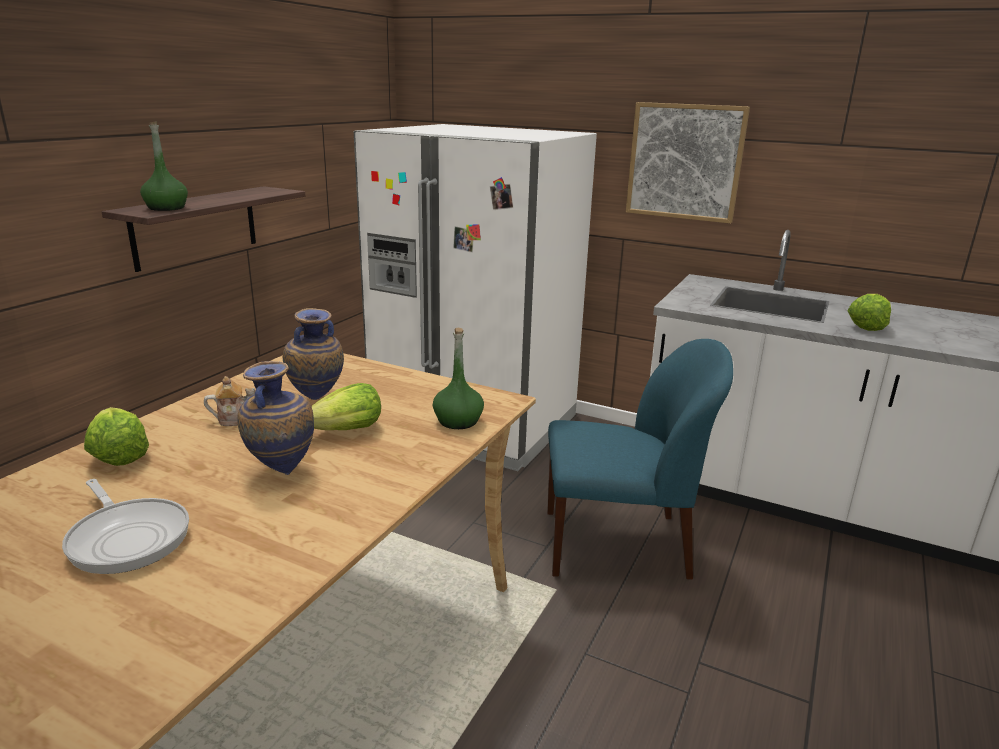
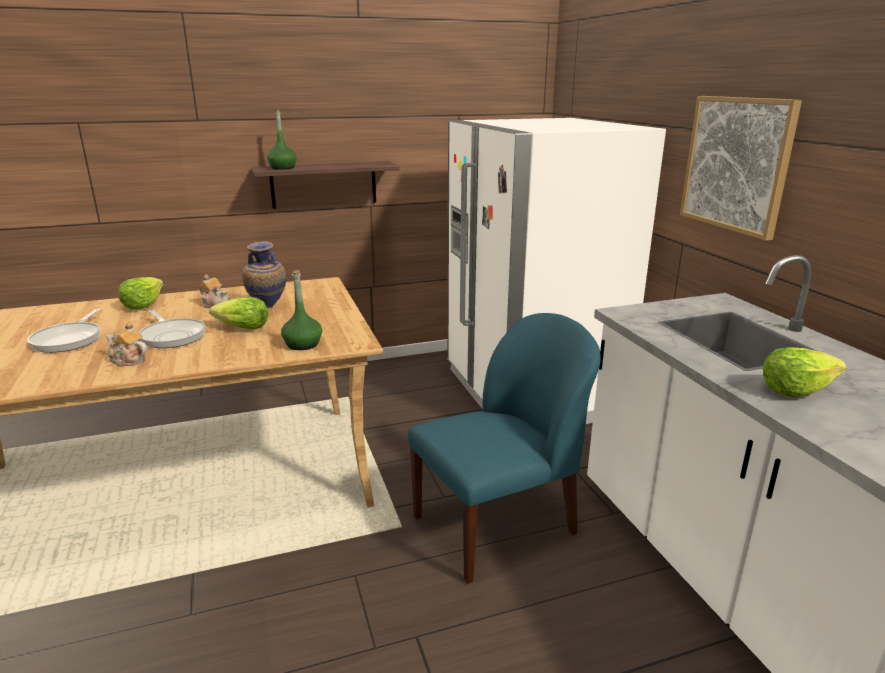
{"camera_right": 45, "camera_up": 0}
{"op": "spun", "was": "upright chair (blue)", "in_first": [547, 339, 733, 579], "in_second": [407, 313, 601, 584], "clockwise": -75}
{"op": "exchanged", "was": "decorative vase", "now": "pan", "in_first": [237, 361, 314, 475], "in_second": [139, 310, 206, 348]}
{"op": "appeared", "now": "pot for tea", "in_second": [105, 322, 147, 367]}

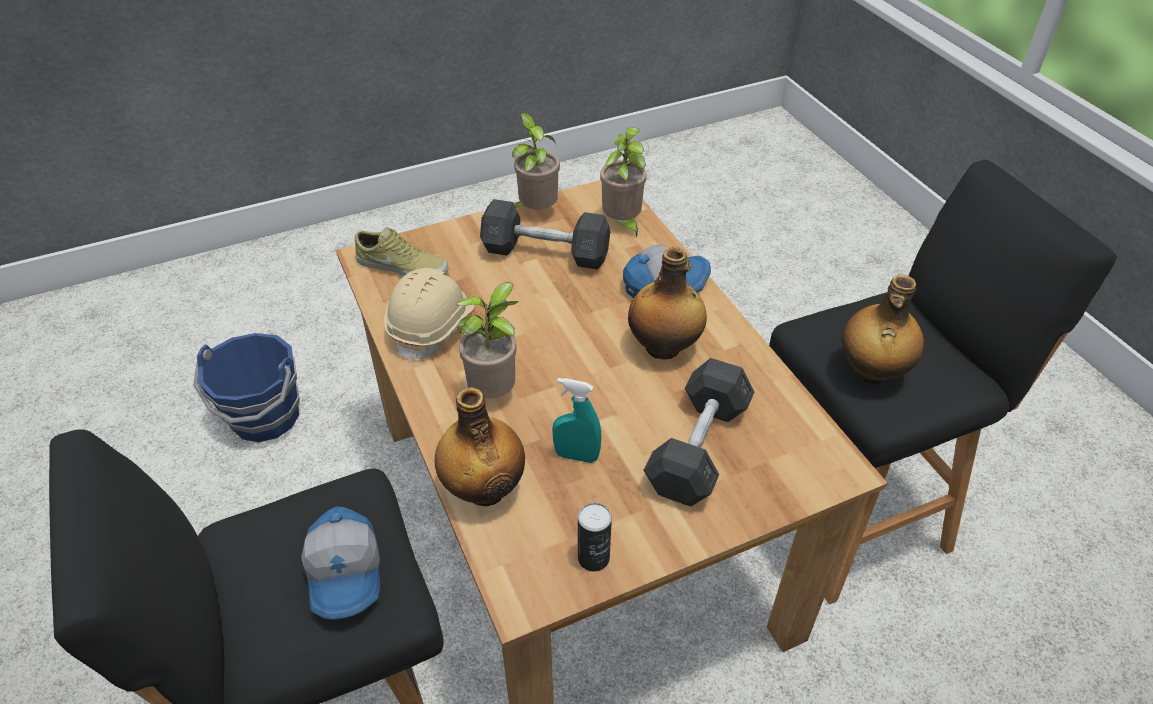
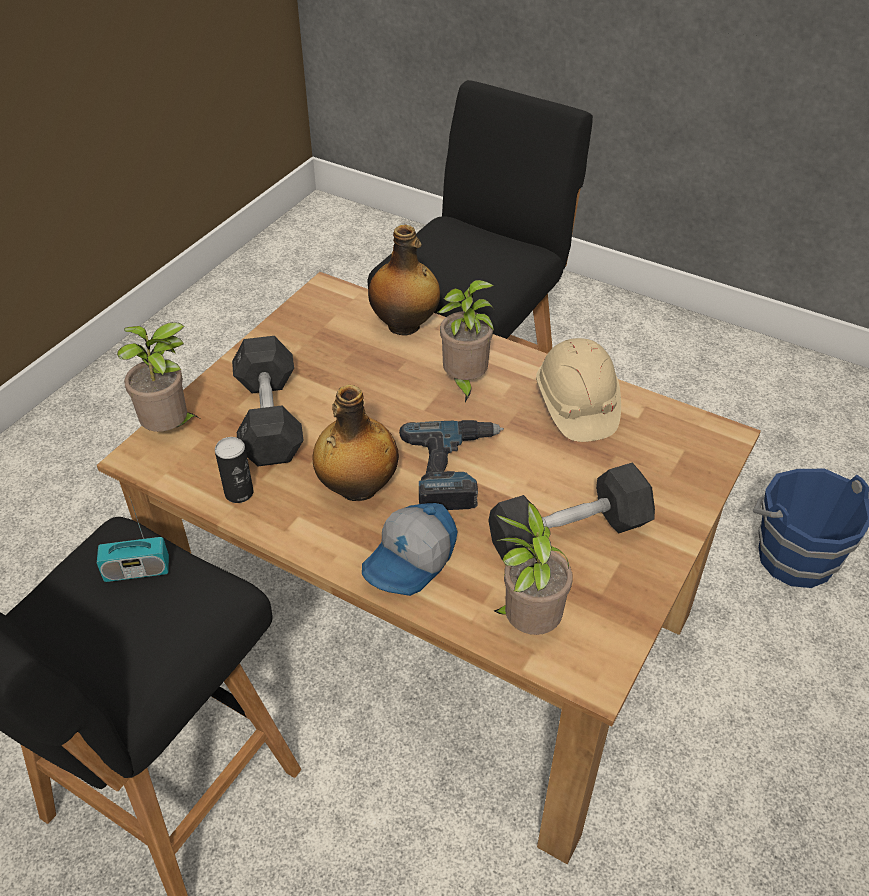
{"camera_right": 145, "camera_up": 0}
{"op": "relocated", "was": "plant in a pot", "in_first": [505, 112, 560, 209], "in_second": [117, 322, 199, 432]}
{"op": "missing", "was": "low shoe (beige)", "in_first": [354, 227, 448, 276]}
{"op": "exchanged", "was": "drink bottle", "now": "radio receiver", "in_first": [842, 275, 924, 384], "in_second": [97, 499, 169, 582]}
{"op": "missing", "was": "hand sprayer (turquoise-coloured)", "in_first": [552, 378, 601, 463]}
{"op": "relocated", "was": "can", "in_first": [578, 503, 612, 572], "in_second": [215, 437, 254, 503]}
{"op": "missing", "was": "peaked cap", "in_first": [301, 506, 381, 620]}
{"op": "appeared", "now": "power drill", "in_second": [399, 420, 504, 510]}

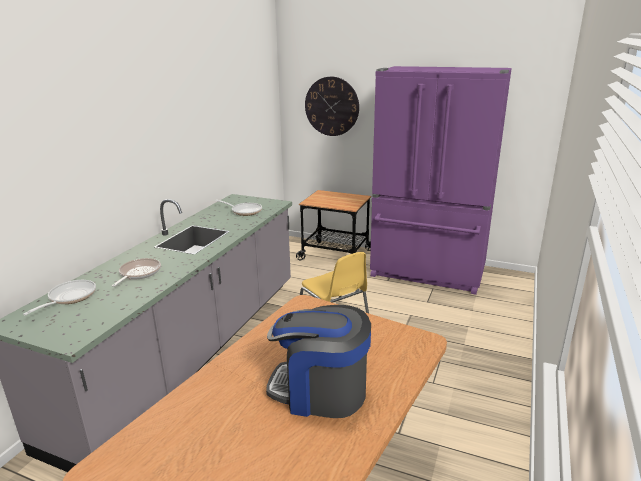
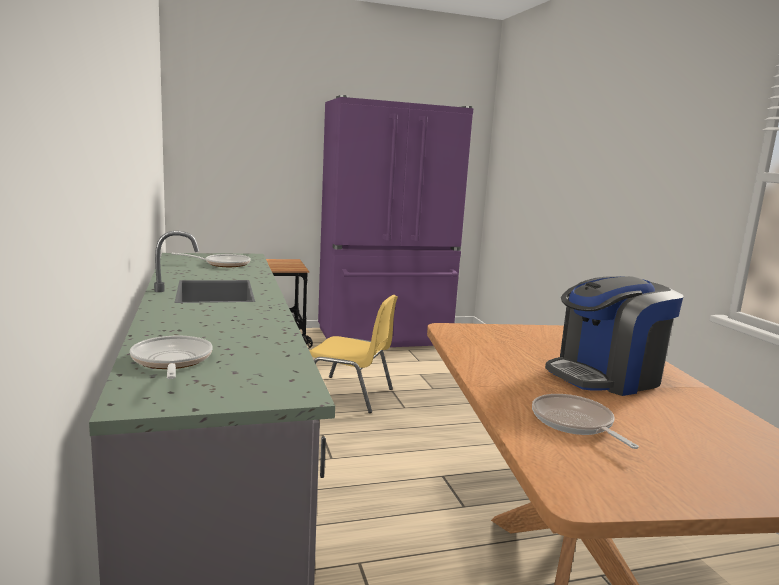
{"camera_right": -40, "camera_up": -10}
{"op": "missing", "was": "clock on the wall", "in_first": [305, 77, 359, 136]}
{"op": "relocated", "was": "pan", "in_first": [112, 258, 161, 287], "in_second": [532, 394, 639, 449]}

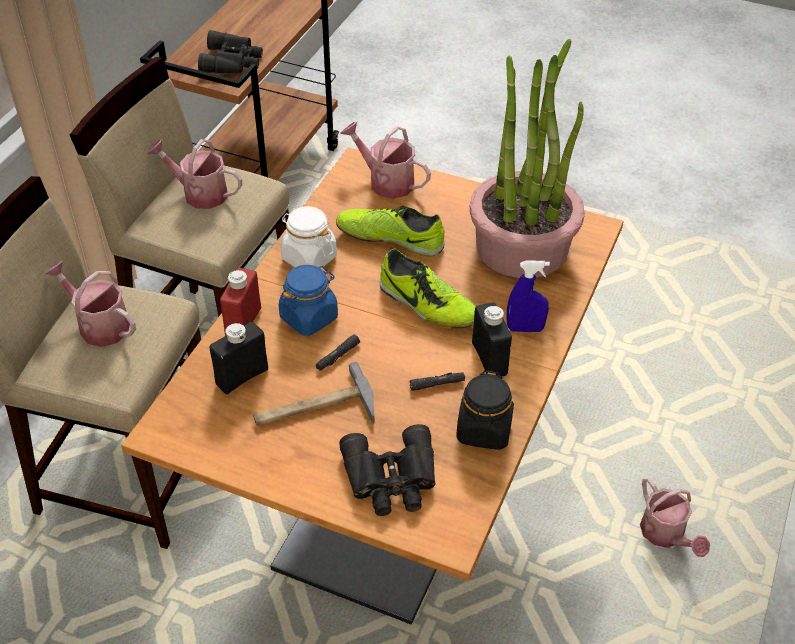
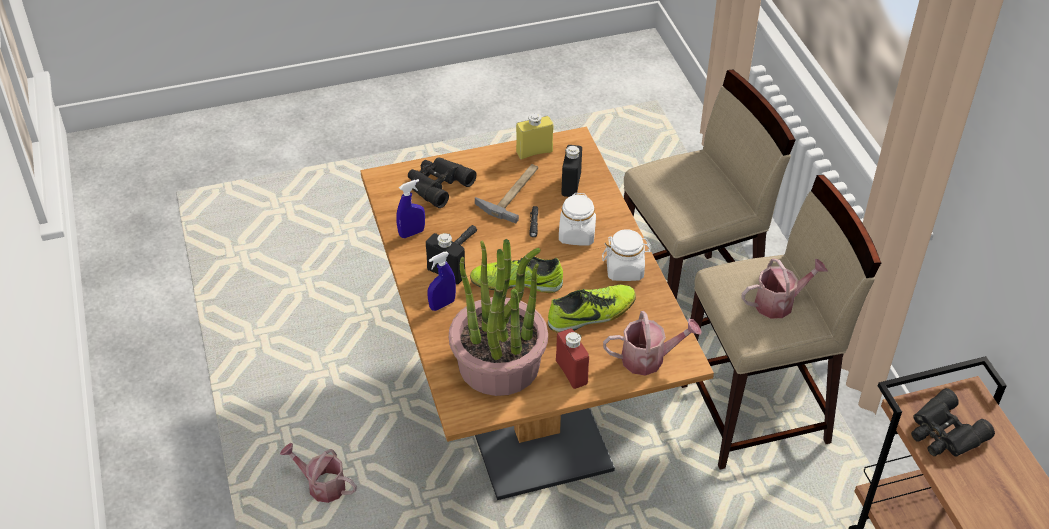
{"camera_right": 140, "camera_up": 0}
{"op": "missing", "was": "sprinkling can", "in_first": [45, 261, 136, 347]}
{"op": "colour", "was": "preserve jar (blue)", "now": "preserve jar (white-coloured)", "in_first": [279, 265, 338, 336], "in_second": [559, 193, 596, 246]}
{"op": "relocated", "was": "drink bottle (reddish)", "in_first": [220, 268, 261, 336], "in_second": [556, 329, 589, 389]}
{"op": "exchanged", "was": "preserve jar (black)", "now": "hand sprayer (blue)", "in_first": [456, 371, 514, 450], "in_second": [396, 179, 425, 238]}
{"op": "appeared", "now": "drink bottle (yellow-coloured)", "in_second": [516, 113, 554, 159]}

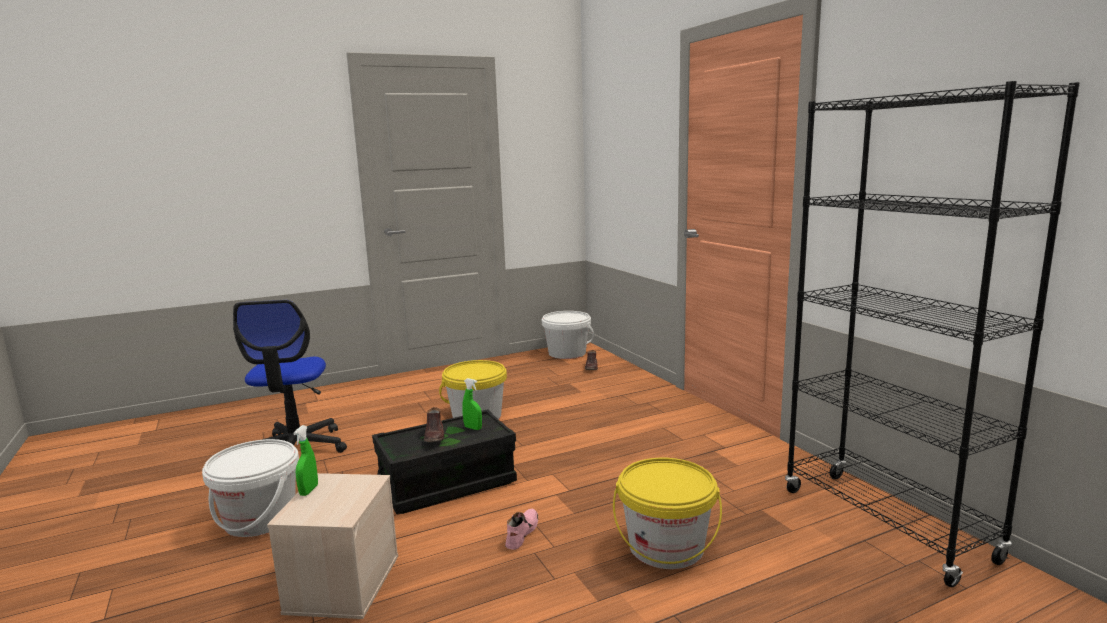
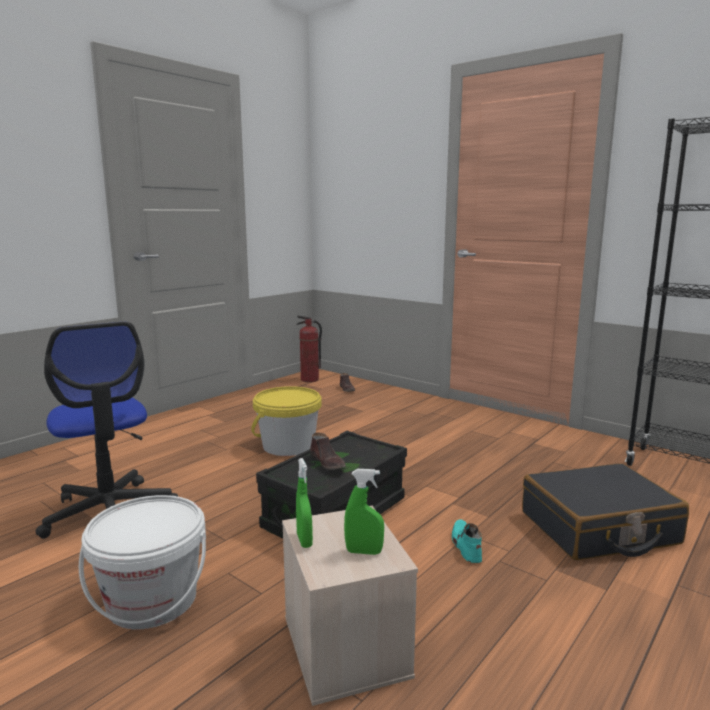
{"camera_right": -25, "camera_up": 0}
{"op": "exchanged", "was": "bucket (white-coloured)", "now": "extinguisher", "in_first": [542, 311, 594, 359], "in_second": [297, 316, 322, 382]}
{"op": "relocated", "was": "hand sprayer (green-coloured)", "in_first": [462, 378, 482, 430], "in_second": [344, 469, 384, 555]}
{"op": "exchanged", "was": "bucket (yellow-coloured)", "now": "suitcase (black)", "in_first": [613, 458, 722, 569], "in_second": [522, 463, 689, 560]}
{"op": "colour", "was": "low shoe (pink)", "now": "low shoe (turquoise-coloured)", "in_first": [505, 509, 538, 550], "in_second": [452, 519, 482, 563]}

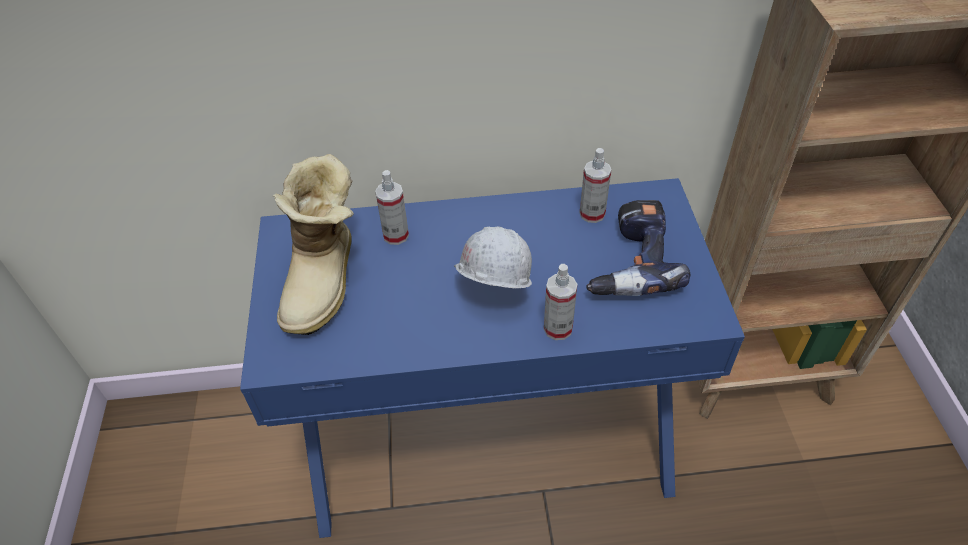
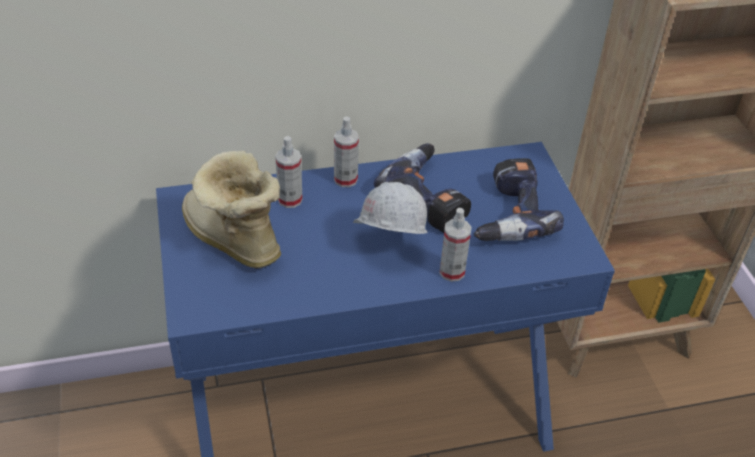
{"camera_right": -10, "camera_up": -5}
{"op": "relocated", "was": "hand sprayer", "in_first": [580, 148, 611, 223], "in_second": [334, 116, 359, 187]}
{"op": "spun", "was": "boot", "in_first": [273, 154, 354, 335], "in_second": [182, 151, 281, 269], "clockwise": 135}
{"op": "appeared", "now": "power drill", "in_second": [374, 143, 471, 233]}

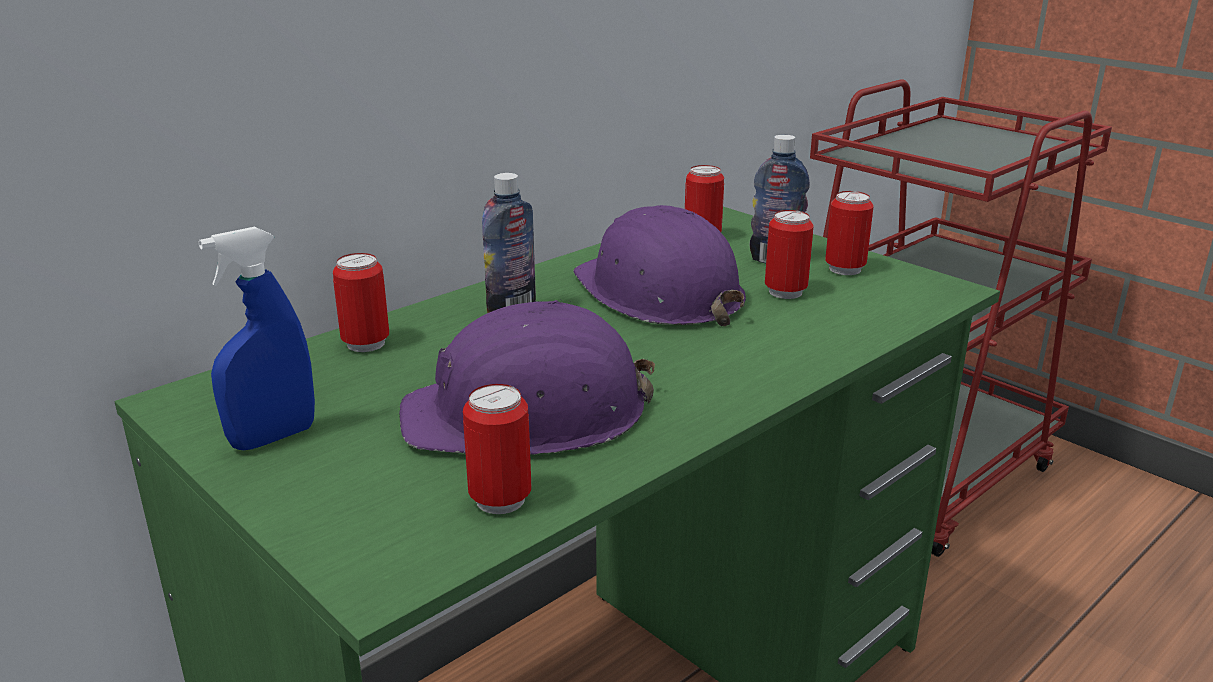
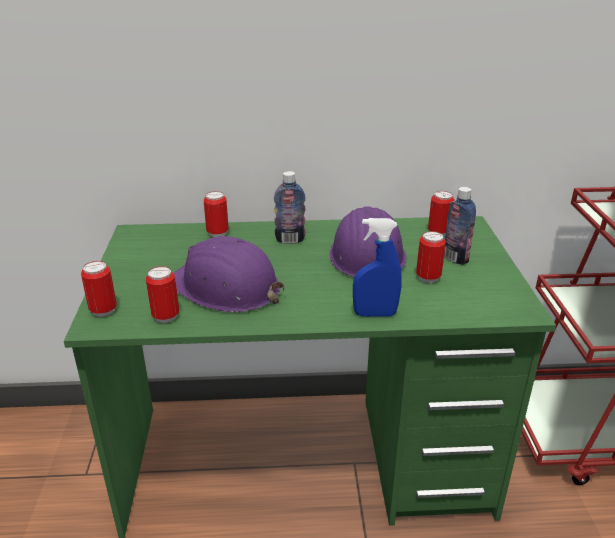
{"camera_right": 40, "camera_up": 5}
{"op": "relocated", "was": "can", "in_first": [825, 191, 874, 275], "in_second": [81, 261, 117, 317]}
{"op": "relocated", "was": "hand sprayer (blue)", "in_first": [199, 227, 315, 450], "in_second": [353, 218, 401, 317]}

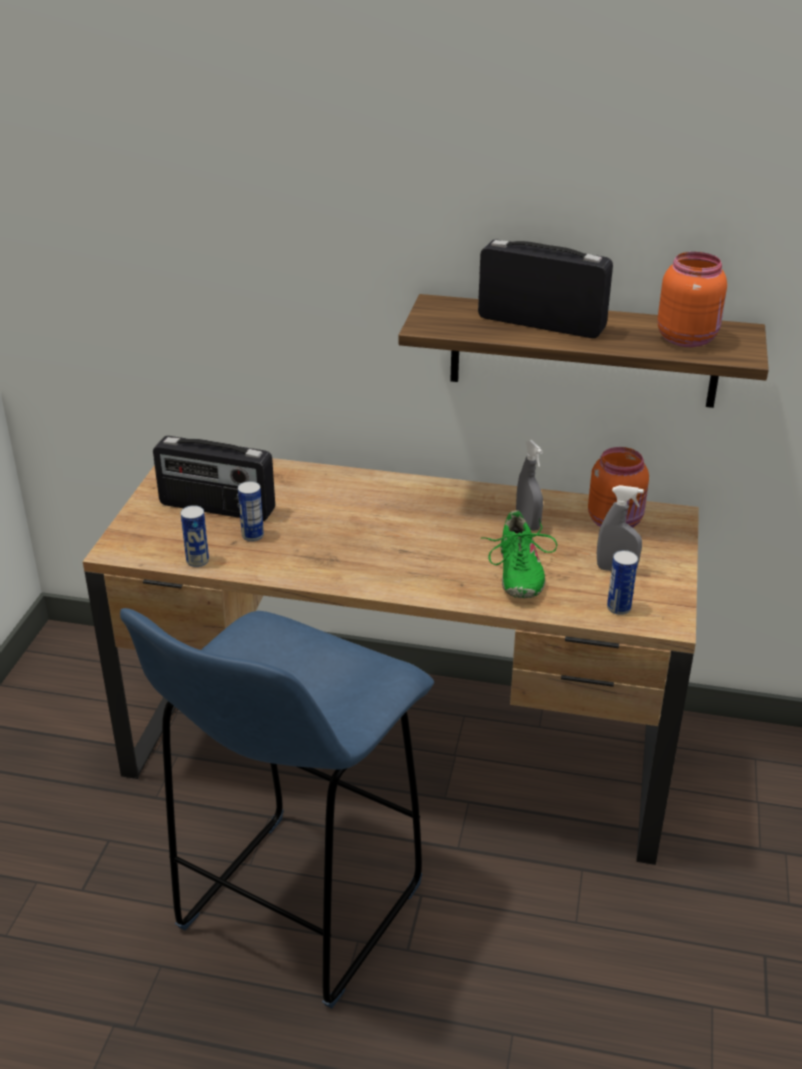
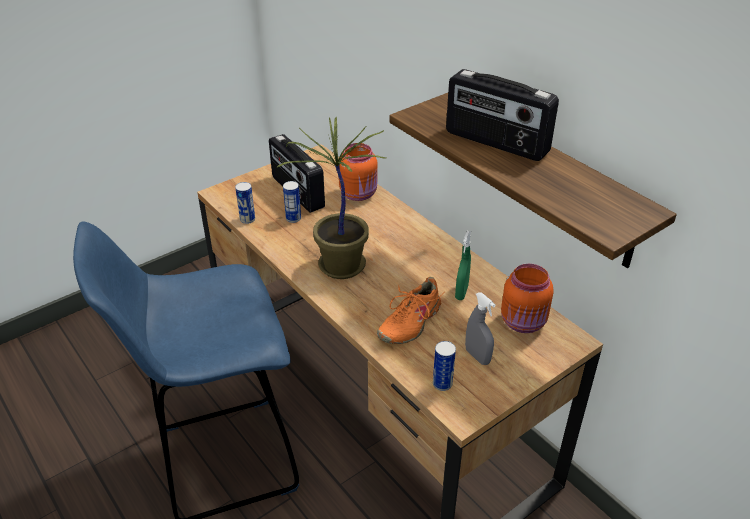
{"camera_right": 40, "camera_up": 5}
{"op": "spun", "was": "radio receiver", "in_first": [478, 239, 613, 338], "in_second": [446, 69, 559, 161], "clockwise": 150}
{"op": "relocated", "was": "preserve jar (orange)", "in_first": [658, 252, 727, 347], "in_second": [339, 143, 377, 201]}
{"op": "colour", "was": "hand sprayer (grey)", "now": "hand sprayer (green-coloured)", "in_first": [516, 440, 543, 531], "in_second": [455, 231, 471, 300]}
{"op": "colour", "was": "low shoe (green-coloured)", "now": "low shoe (orange)", "in_first": [480, 510, 557, 598], "in_second": [377, 277, 442, 344]}
{"op": "appeared", "now": "plant in a pot", "in_second": [276, 116, 386, 279]}

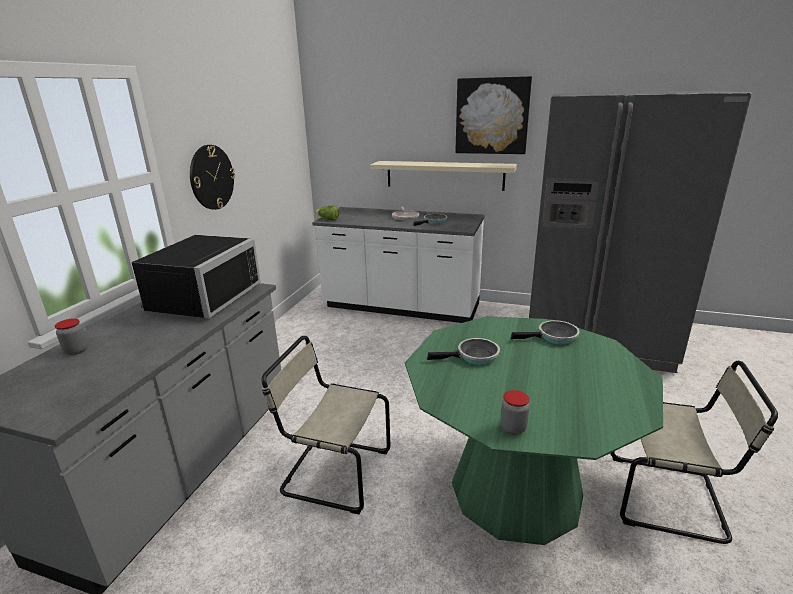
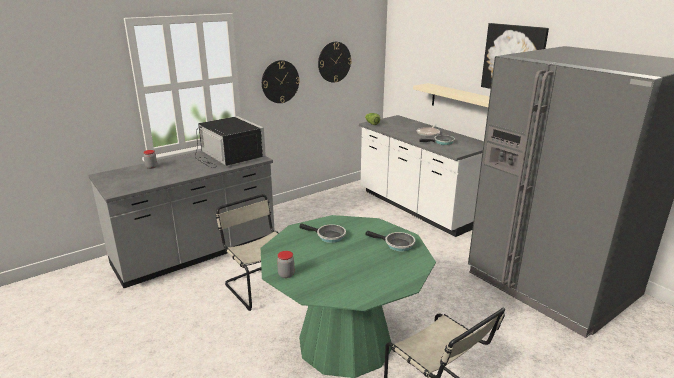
{"camera_right": 35, "camera_up": 0}
{"op": "spun", "was": "microwave (black)", "in_first": [131, 235, 261, 318], "in_second": [195, 116, 266, 168], "clockwise": -90}
{"op": "appeared", "now": "clock on the wall", "in_second": [318, 42, 352, 83]}

